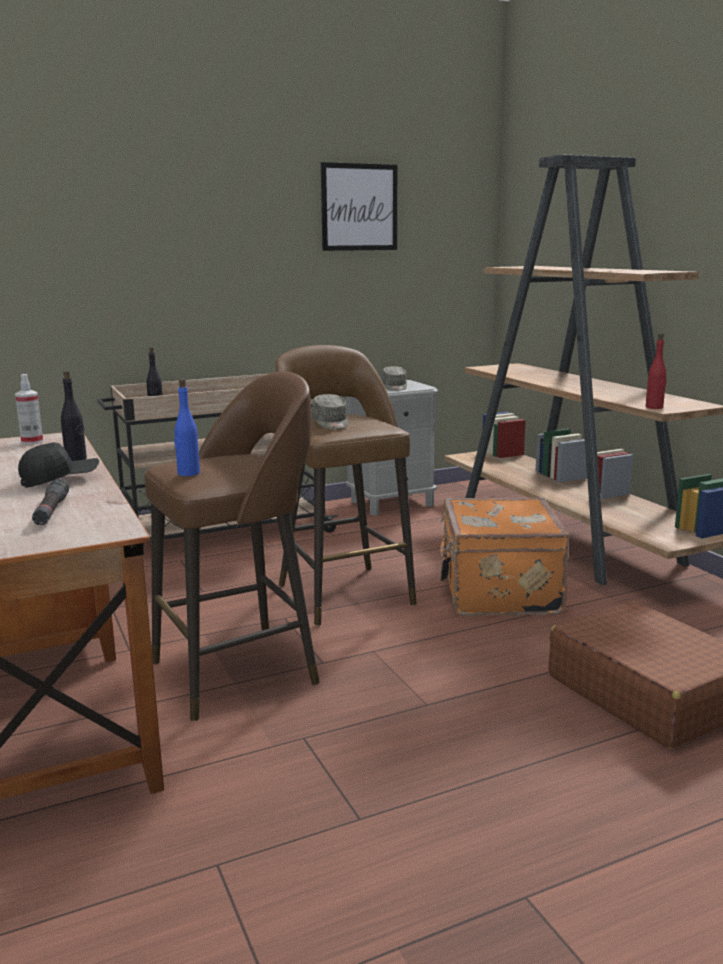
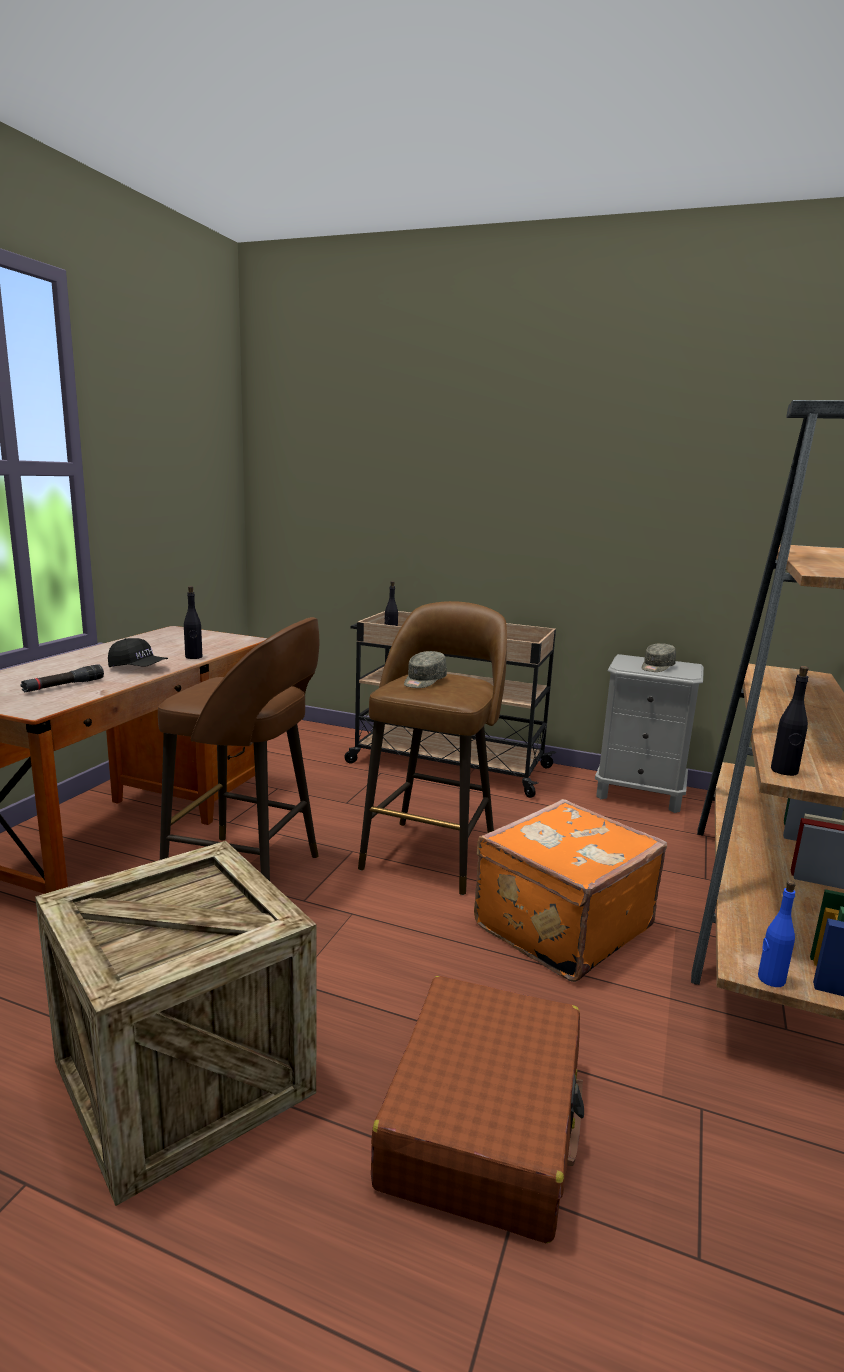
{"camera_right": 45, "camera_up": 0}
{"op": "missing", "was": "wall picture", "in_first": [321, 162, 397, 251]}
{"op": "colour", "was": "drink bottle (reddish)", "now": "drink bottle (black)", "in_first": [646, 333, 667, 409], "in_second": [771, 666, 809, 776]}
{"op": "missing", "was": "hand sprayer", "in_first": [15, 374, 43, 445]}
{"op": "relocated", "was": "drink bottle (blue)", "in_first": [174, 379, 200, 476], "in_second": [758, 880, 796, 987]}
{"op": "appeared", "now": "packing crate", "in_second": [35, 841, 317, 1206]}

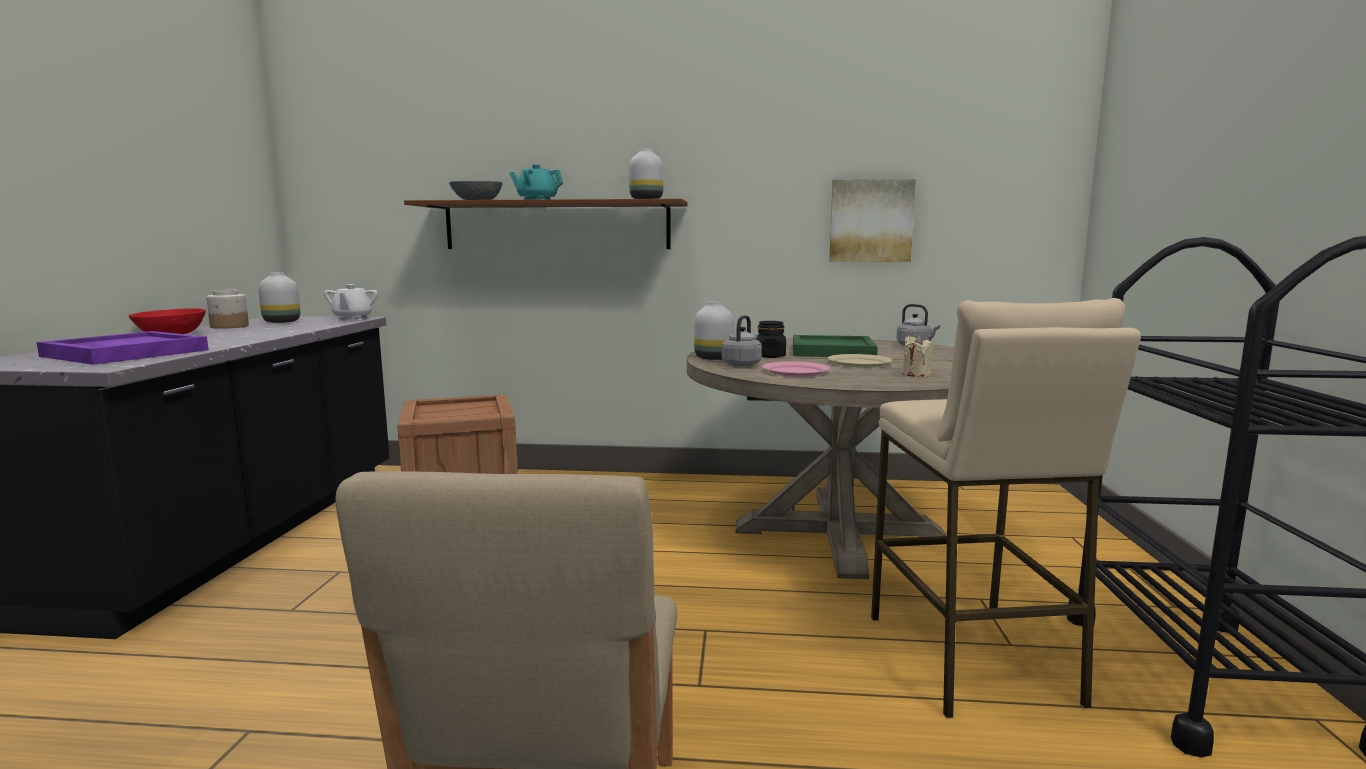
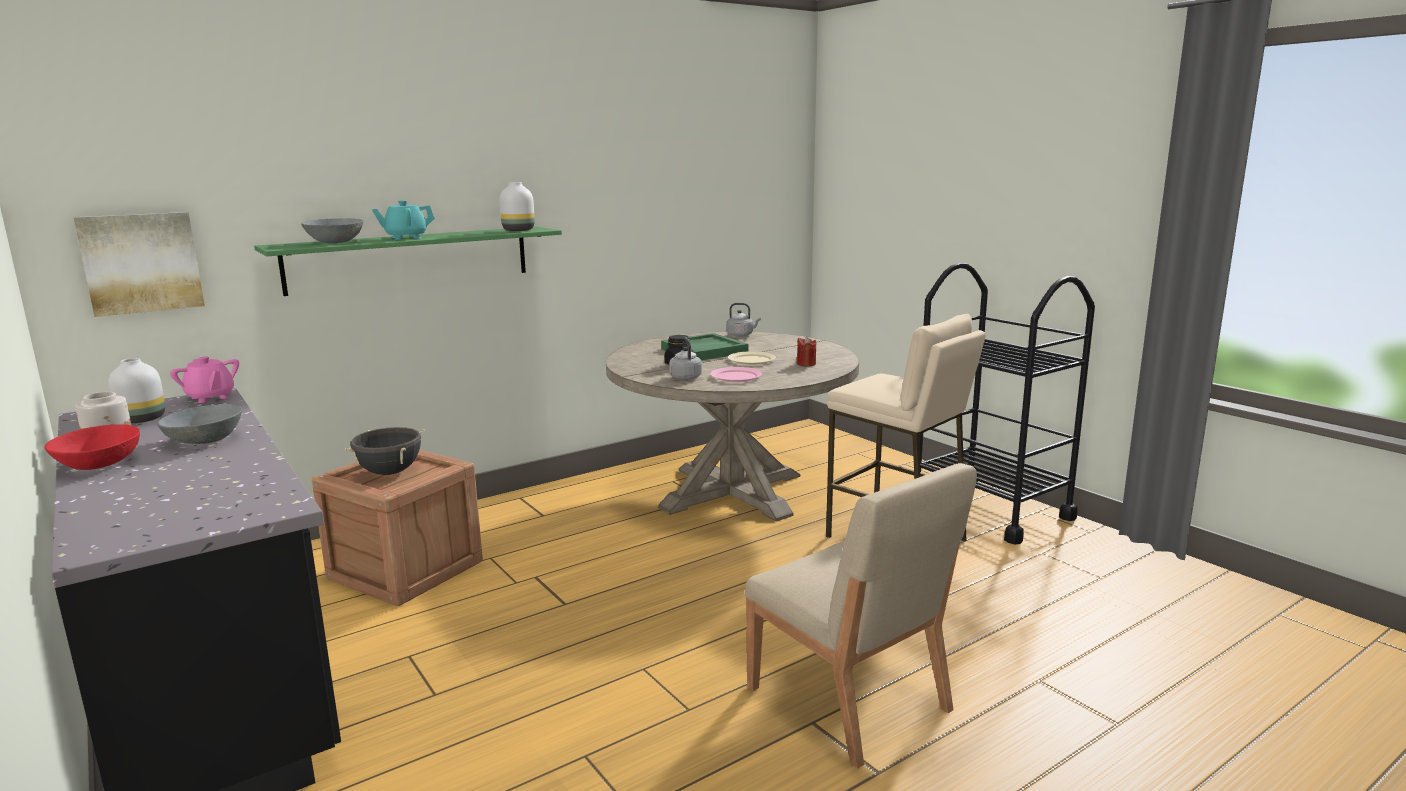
{"camera_right": -40, "camera_up": 5}
{"op": "relocated", "was": "wall picture", "in_first": [829, 179, 916, 262], "in_second": [74, 212, 205, 317]}
{"op": "colour", "was": "wall shelf (brown-coloured)", "now": "wall shelf (green-coloured)", "in_first": [404, 199, 688, 249], "in_second": [254, 227, 562, 296]}
{"op": "colour", "was": "pot for tea (white-coloured)", "now": "pot for tea (pink)", "in_first": [324, 284, 378, 320], "in_second": [170, 356, 239, 403]}
{"op": "missing", "was": "decorative vase (white-coloured)", "in_first": [694, 301, 734, 360]}
{"op": "missing", "was": "tray (purplish)", "in_first": [37, 331, 209, 365]}
{"op": "colour", "was": "candle (beige)", "now": "candle (reddish)", "in_first": [903, 335, 933, 377], "in_second": [797, 336, 816, 367]}
{"op": "appeared", "now": "serving bowl (grey)", "in_second": [158, 404, 242, 444]}
{"op": "appeared", "now": "saucepot (black)", "in_second": [344, 427, 425, 475]}

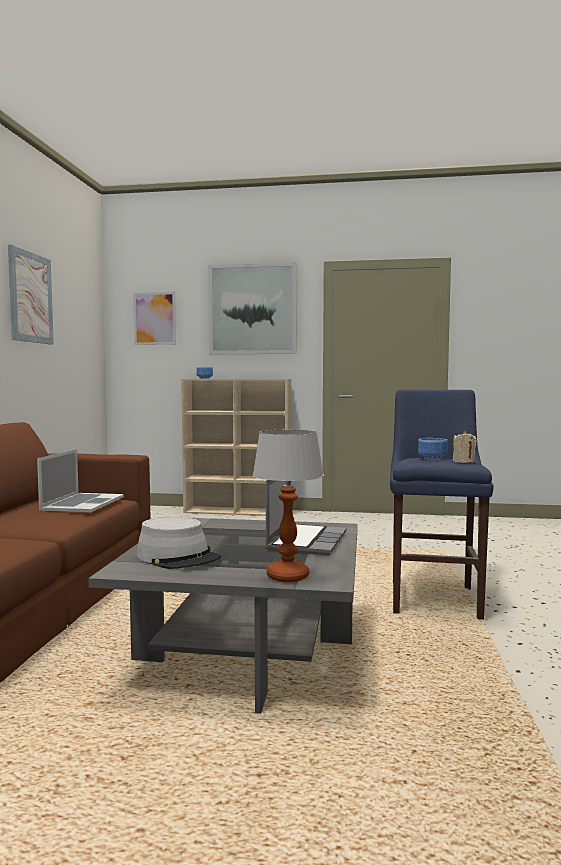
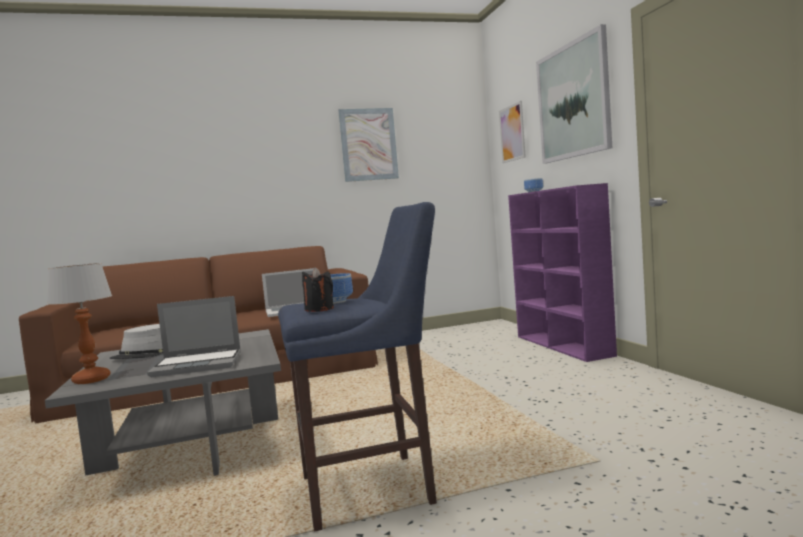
{"camera_right": 65, "camera_up": 0}
{"op": "colour", "was": "bookshelf (beige)", "now": "bookshelf (purplish)", "in_first": [181, 379, 291, 516], "in_second": [508, 183, 617, 362]}
{"op": "colour", "was": "candle (beige)", "now": "candle (black)", "in_first": [453, 431, 477, 463], "in_second": [302, 267, 334, 312]}

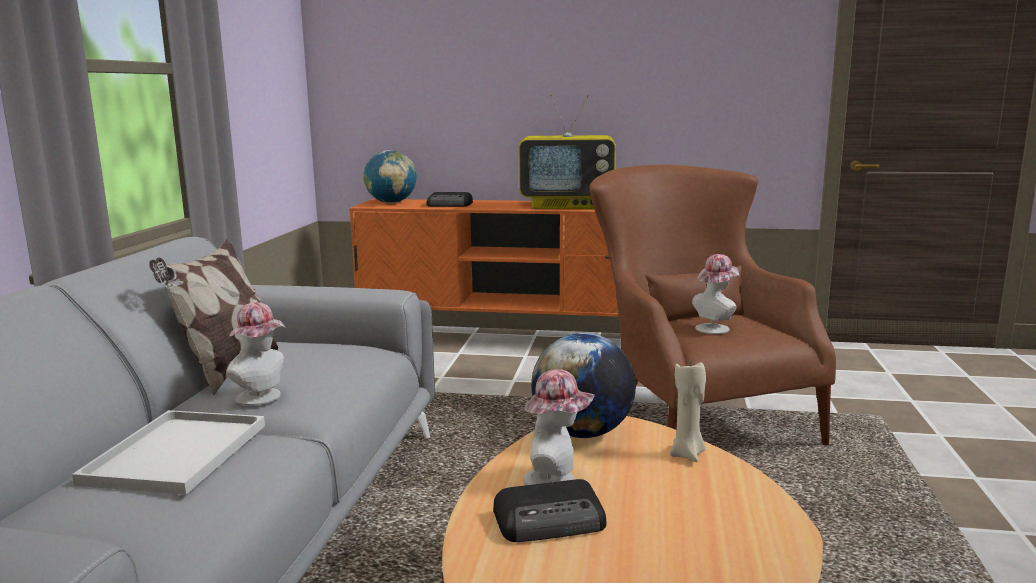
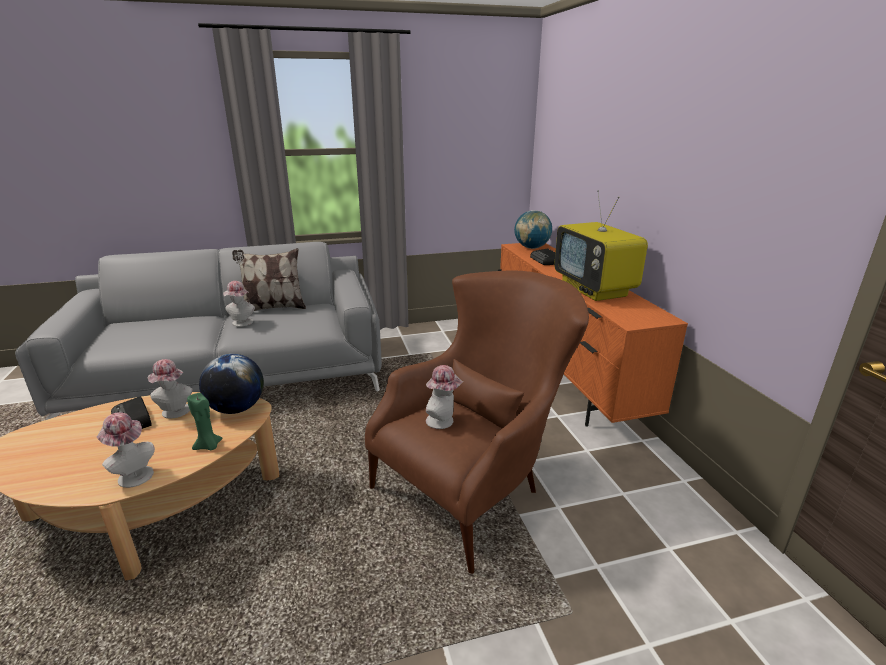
{"camera_right": 65, "camera_up": 10}
{"op": "colour", "was": "candle (beige)", "now": "candle (green-coloured)", "in_first": [670, 362, 706, 462], "in_second": [187, 393, 222, 450]}
{"op": "missing", "was": "tray (white-coloured)", "in_first": [72, 410, 265, 495]}
{"op": "appeared", "now": "clothing hat", "in_second": [97, 412, 155, 488]}

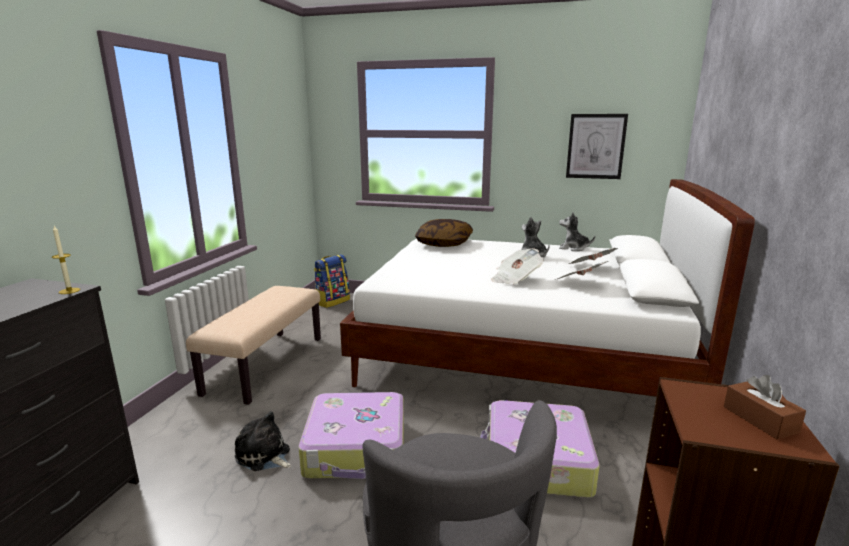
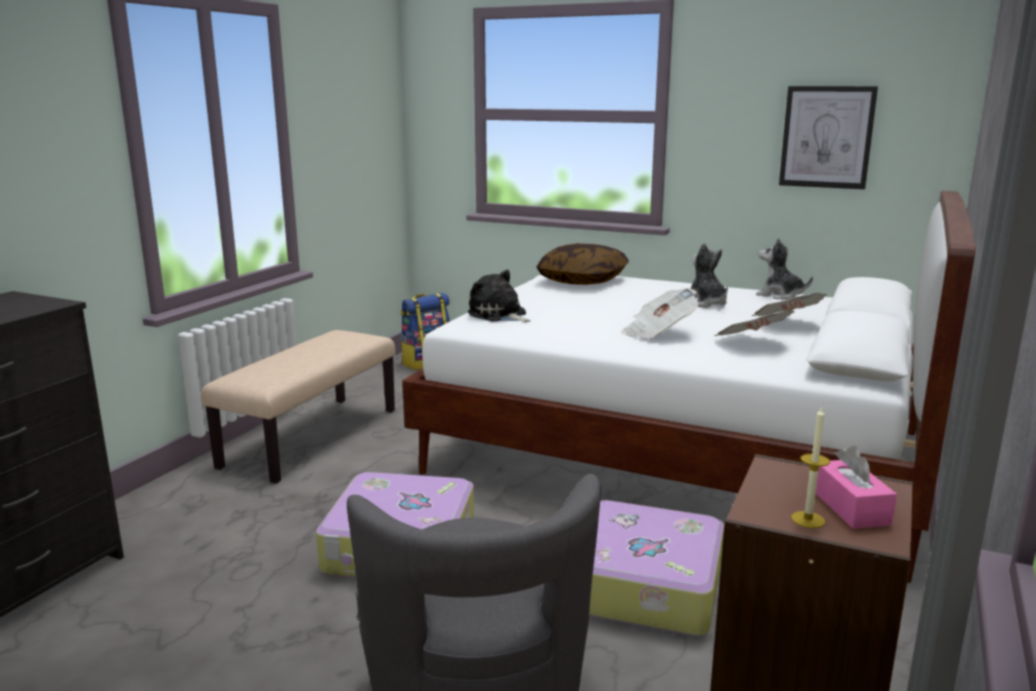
{"camera_right": 10, "camera_up": 0}
{"op": "relocated", "was": "candle", "in_first": [52, 226, 80, 294], "in_second": [791, 406, 830, 528]}
{"op": "colour", "was": "box of tissues (brown-coloured)", "now": "box of tissues (pink)", "in_first": [724, 375, 806, 439], "in_second": [816, 446, 897, 529]}
{"op": "relocated", "was": "plush toy", "in_first": [235, 412, 292, 471], "in_second": [467, 270, 531, 322]}

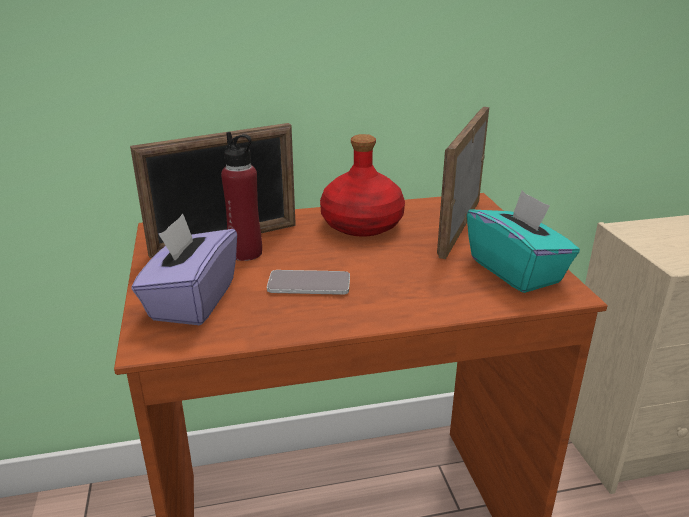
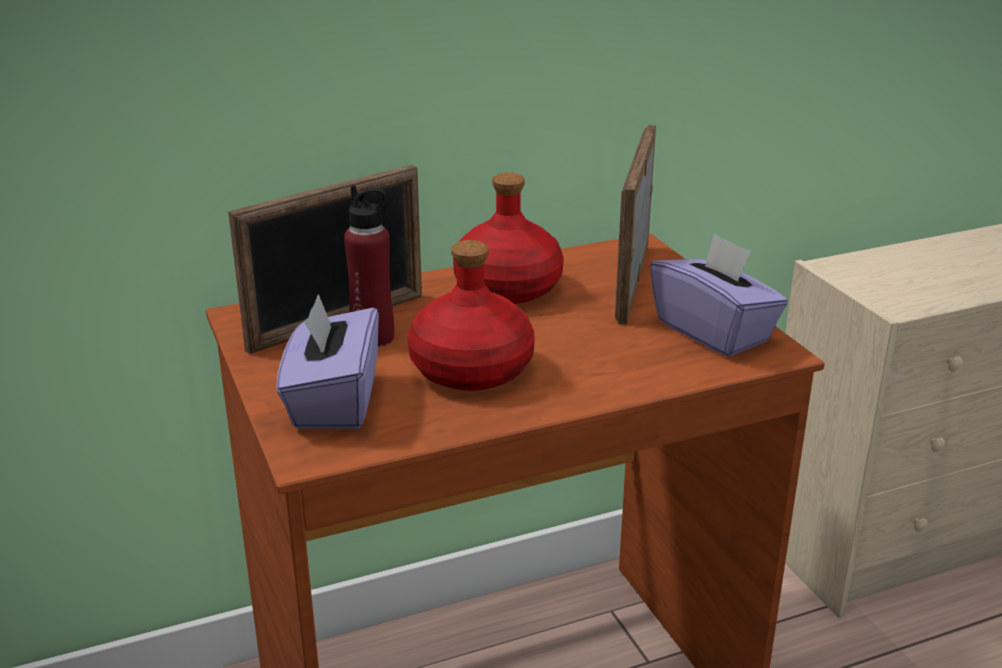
{"camera_right": -10, "camera_up": 0}
{"op": "colour", "was": "box of tissues (turquoise-coloured)", "now": "box of tissues (purplish)", "in_first": [467, 190, 580, 293], "in_second": [650, 233, 788, 357]}
{"op": "exchanged", "was": "telephone", "now": "drink bottle (reddish)", "in_first": [267, 270, 350, 295], "in_second": [408, 240, 535, 391]}

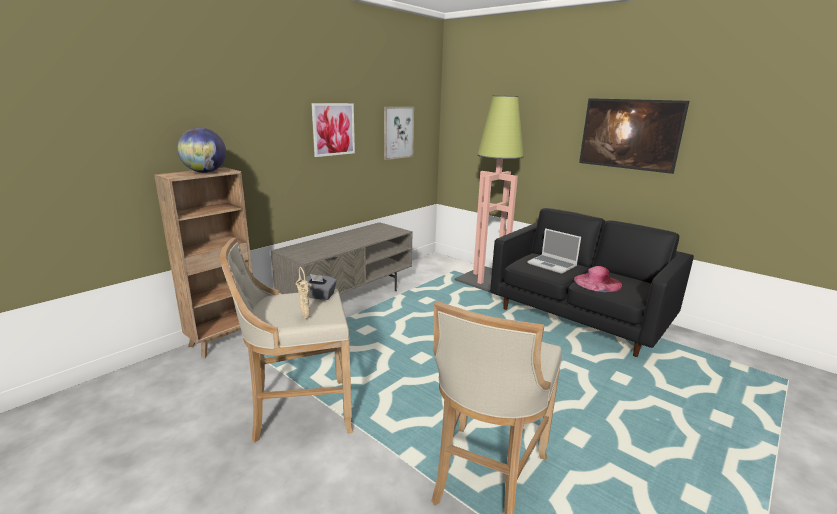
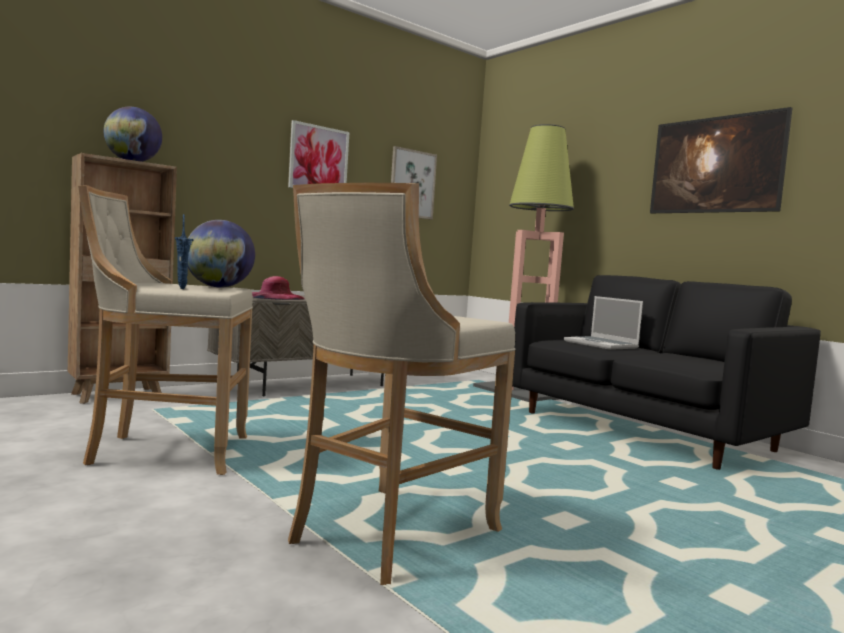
{"camera_right": 10, "camera_up": -15}
{"op": "relocated", "was": "clothing hat (pink)", "in_first": [574, 266, 623, 292], "in_second": [252, 276, 305, 300]}
{"op": "colour", "was": "decorative vase (beige)", "now": "decorative vase (blue)", "in_first": [296, 267, 311, 319], "in_second": [175, 214, 194, 289]}
{"op": "exchanged", "was": "box of tissues (grey)", "now": "globe", "in_first": [305, 274, 336, 300], "in_second": [188, 220, 255, 287]}

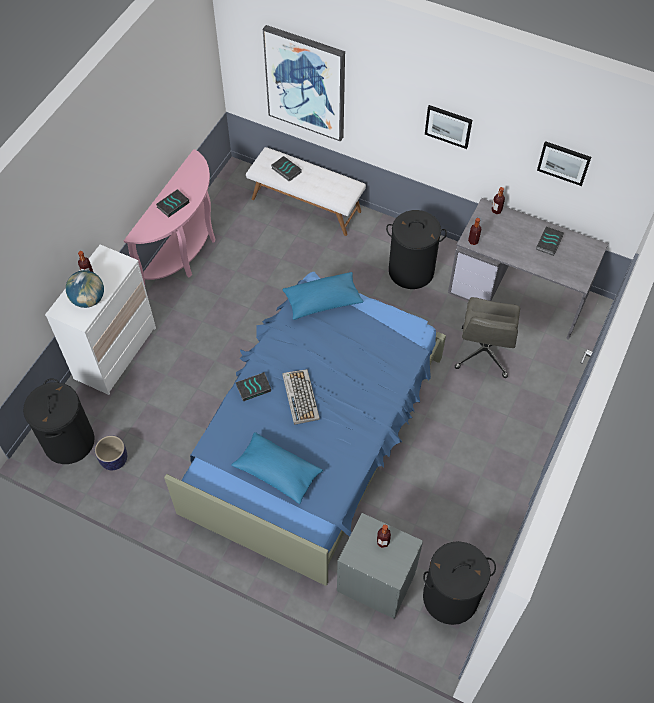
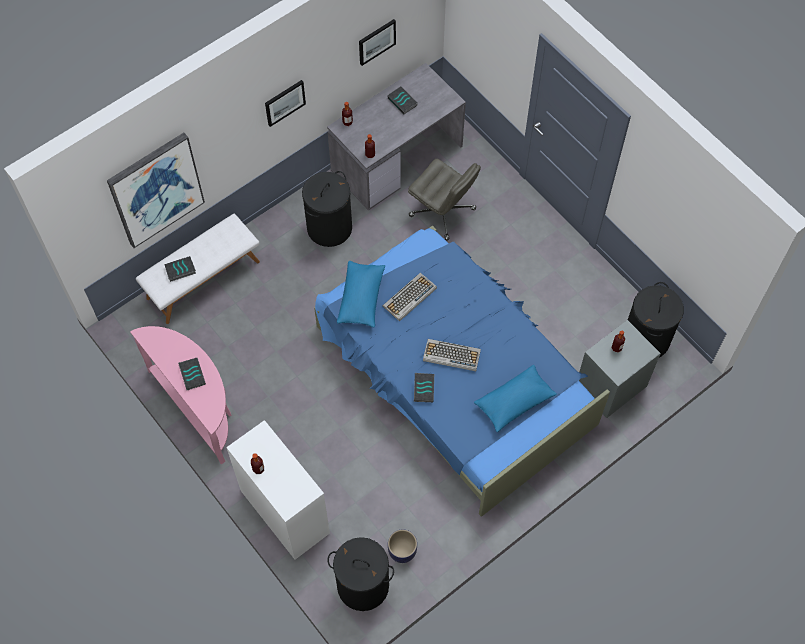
{"camera_right": -65, "camera_up": 5}
{"op": "missing", "was": "globe", "in_first": [66, 270, 104, 308]}
{"op": "appeared", "now": "keyboard", "in_second": [383, 273, 437, 321]}

